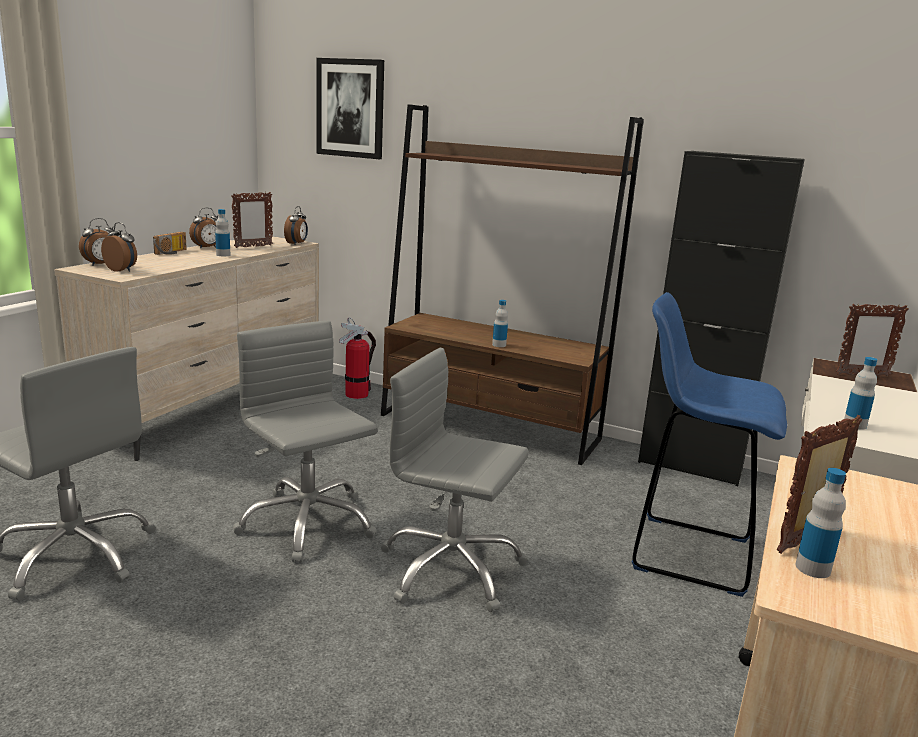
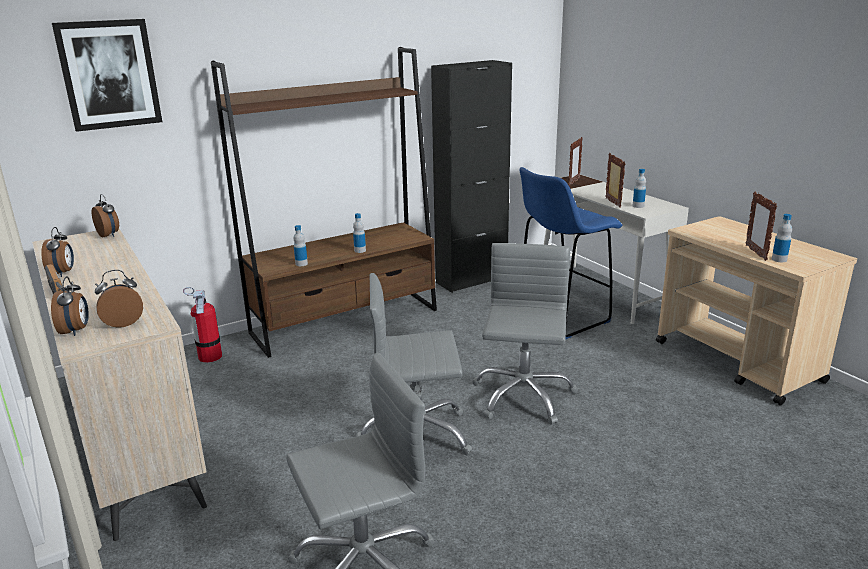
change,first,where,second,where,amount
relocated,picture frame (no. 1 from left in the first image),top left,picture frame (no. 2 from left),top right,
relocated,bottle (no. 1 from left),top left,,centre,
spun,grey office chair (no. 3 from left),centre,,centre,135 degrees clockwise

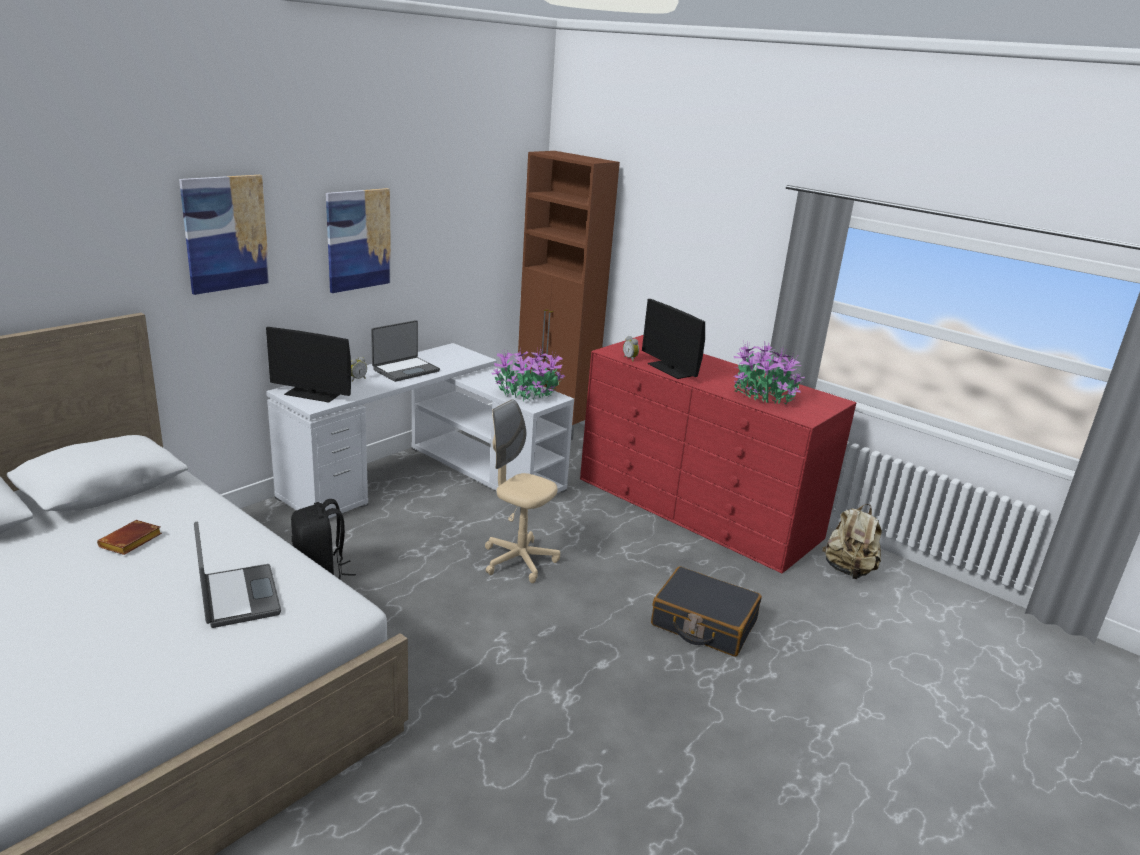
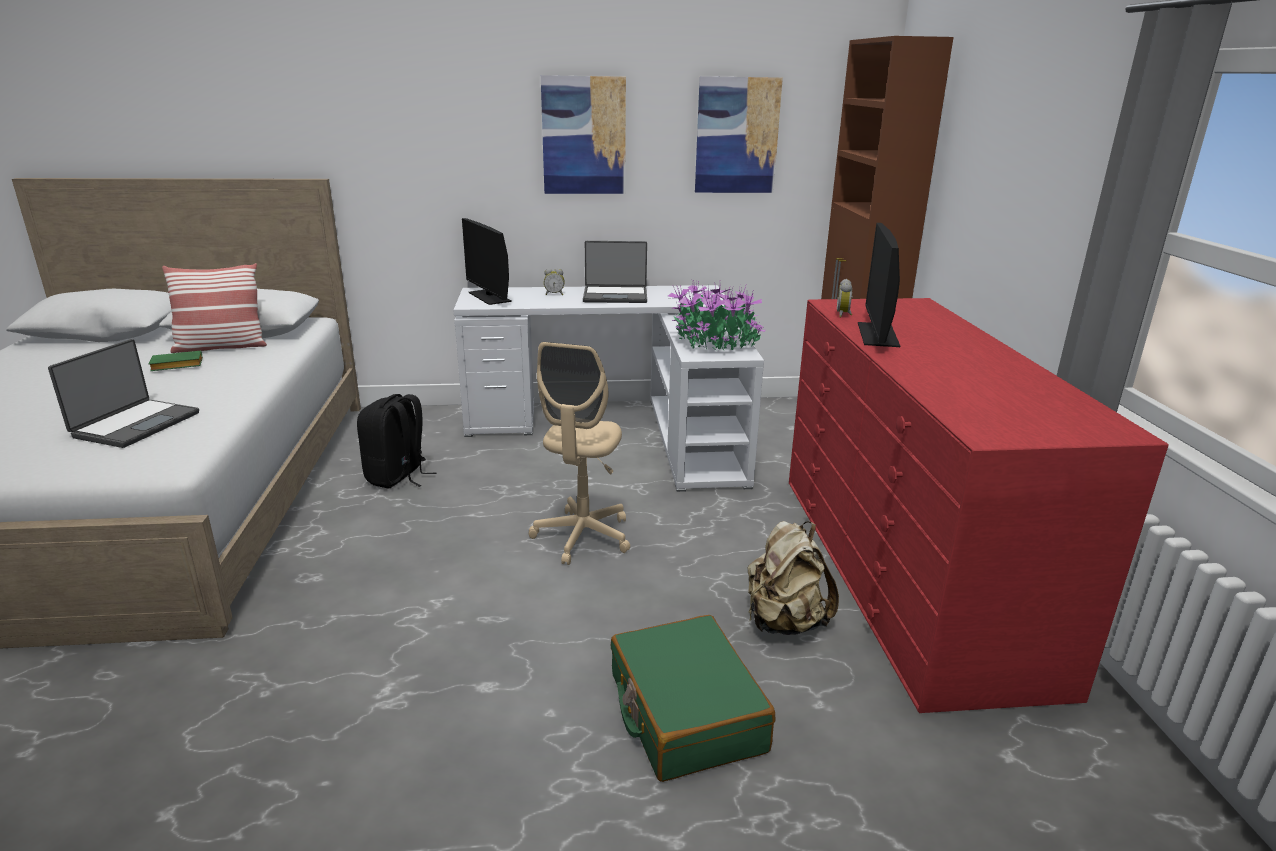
change,first,where,second,where,amount
relocated,picture (no. 1 from left in the first image),top left,picture (no. 2 from left),top centre,
missing,potted plant (no. 2 from left),middle right,,,
spun,beige office chair,centre,,centre,150 degrees counterclockwise
relocated,beige backpack,middle right,,bottom centre,
colour,brown book,middle left,green book,middle left,
colour,black suitcase,bottom centre,green suitcase,bottom centre,
appeared,,,pillow,middle left,

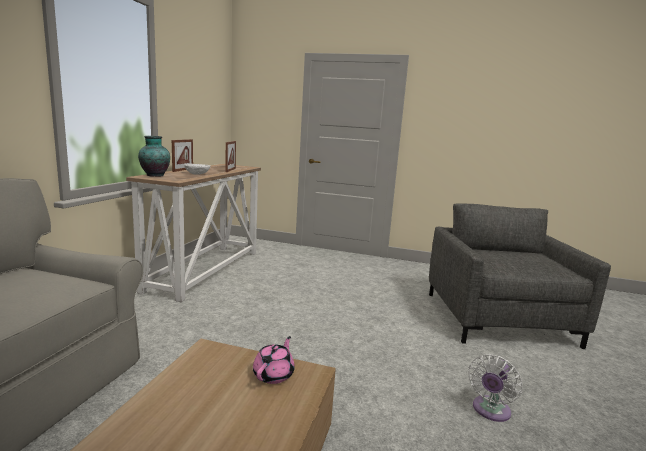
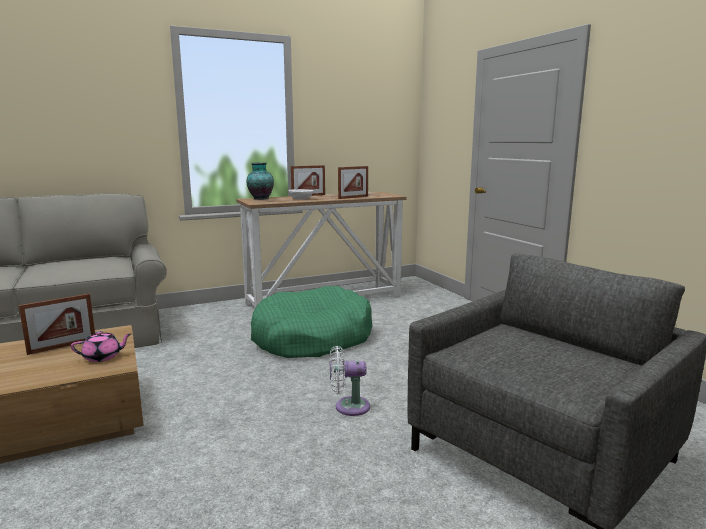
change,first,where,second,where,amount
relocated,white fan,bottom right,,bottom centre,
appeared,,,green dog bed,centre,
appeared,,,picture frame (no. 1 from left),middle left,

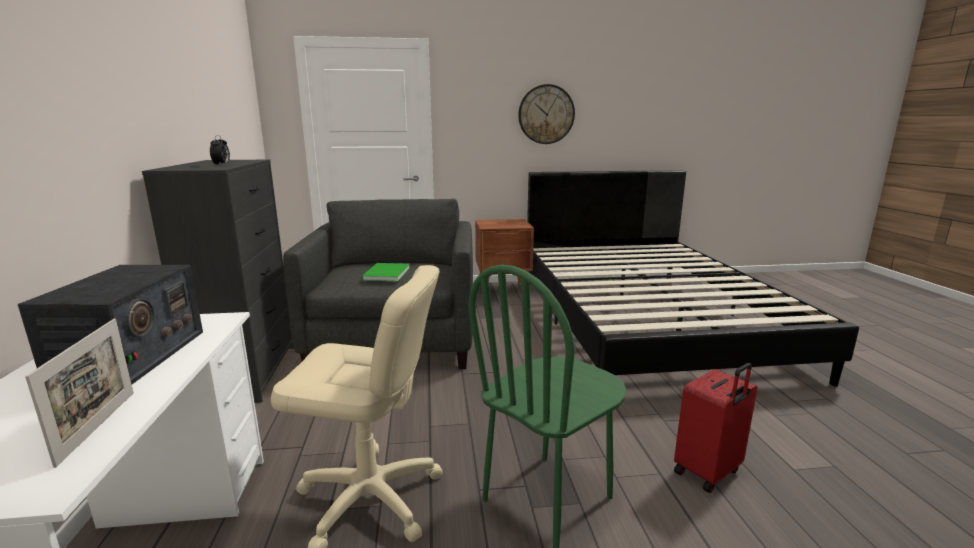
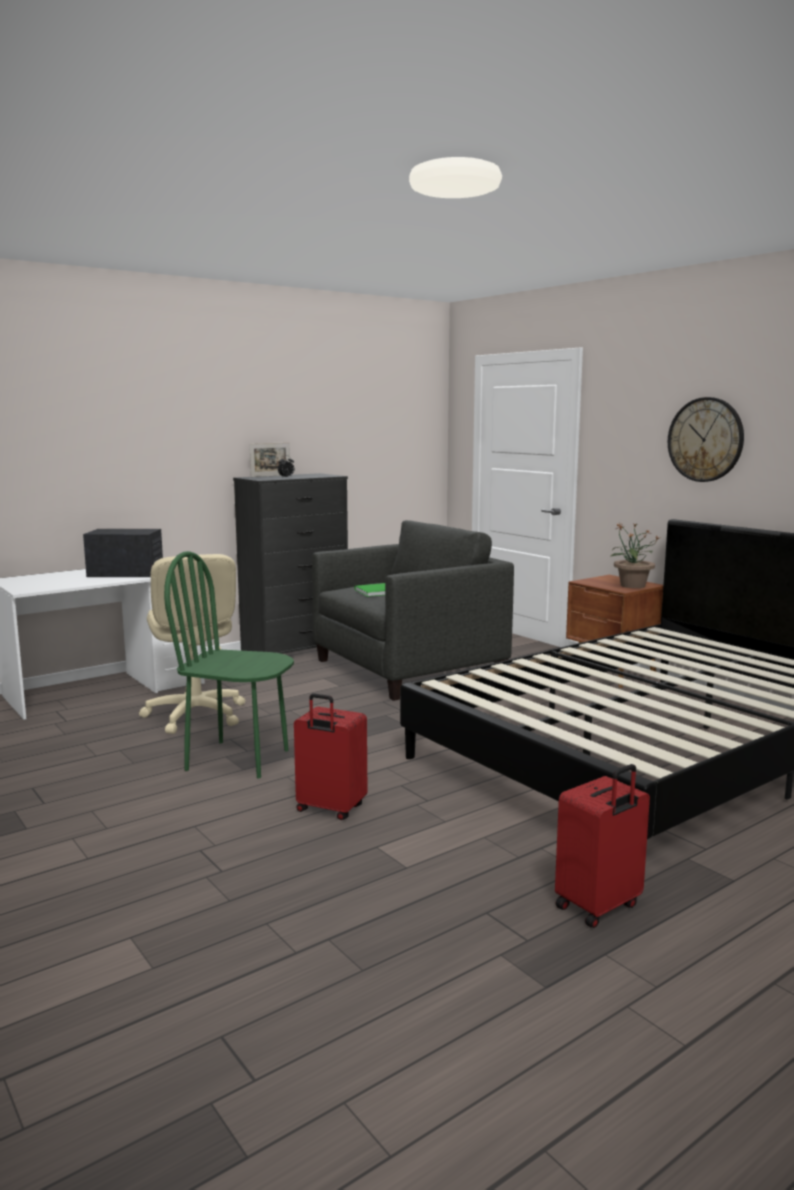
change,first,where,second,where,amount
spun,radio,middle left,,middle left,150 degrees counterclockwise
relocated,picture frame,bottom left,,centre,
appeared,,,potted plant,middle right,
appeared,,,red suitcase (no. 2 from left),bottom right,

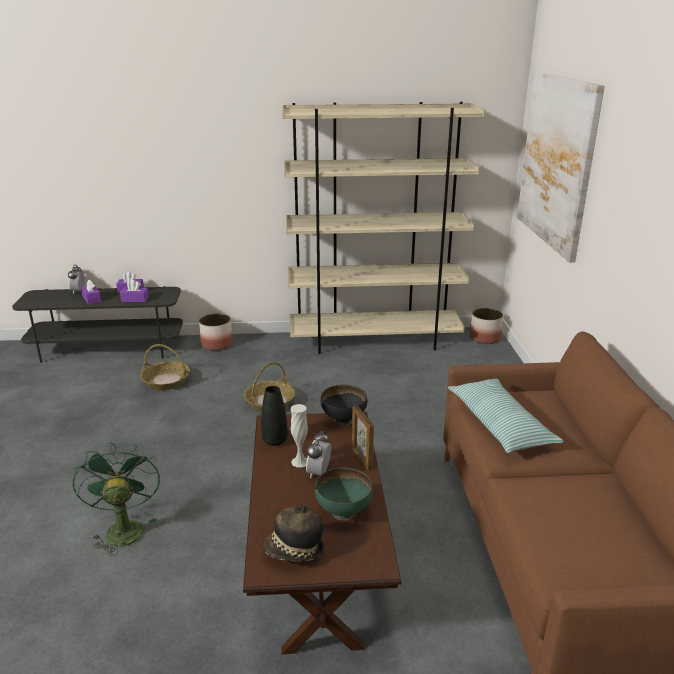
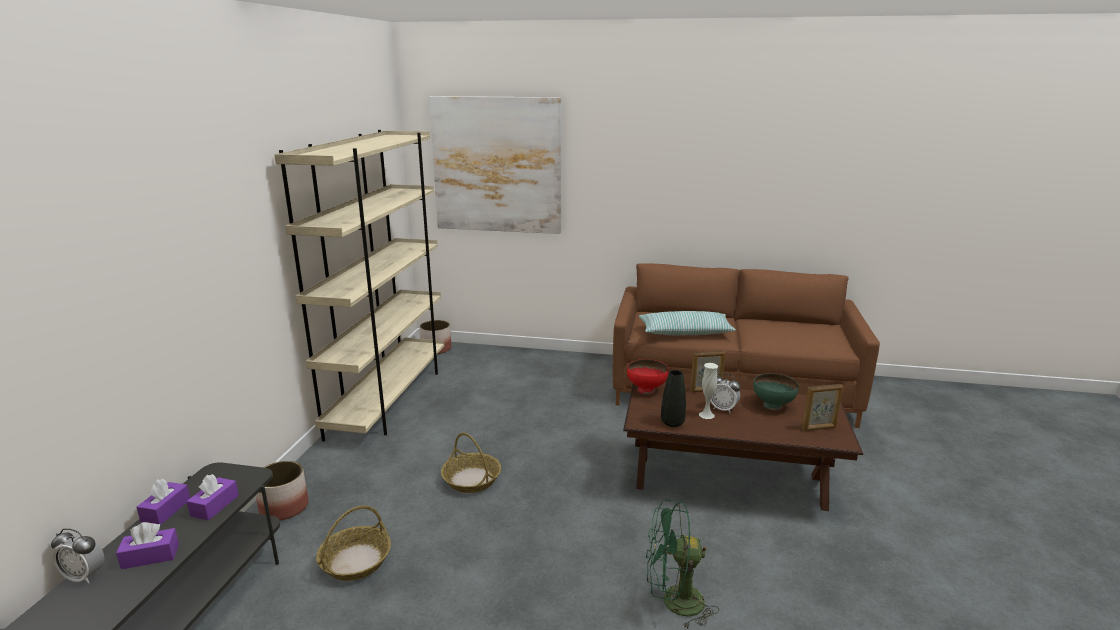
change,first,where,second,where,amount
colour,black bowl,centre,red bowl,centre,
exchanged,hat,bottom centre,picture frame (no. 2 from left),middle right,

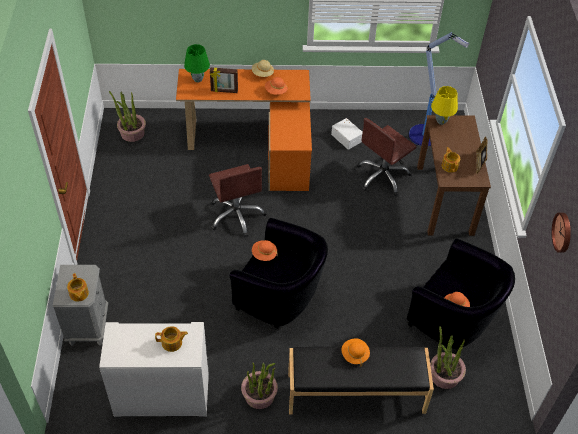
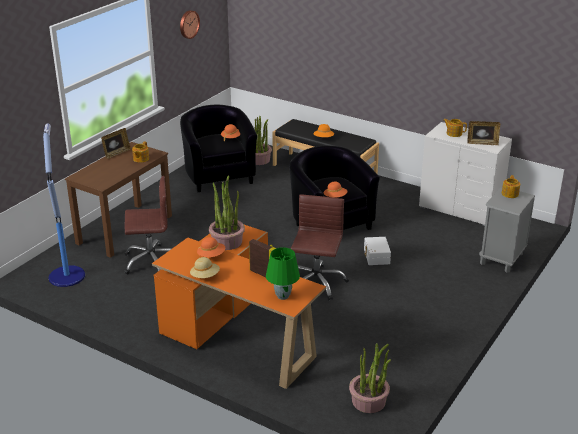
change,first,where,second,where,amount
missing,yellow table lamp,top right,,,
relocated,white storage box,top centre,,centre,
relocated,potted plant (no. 2 from left in the first image),bottom centre,potted plant (no. 1 from left),centre,
appeared,,,picture frame (no. 3 from left),top right,

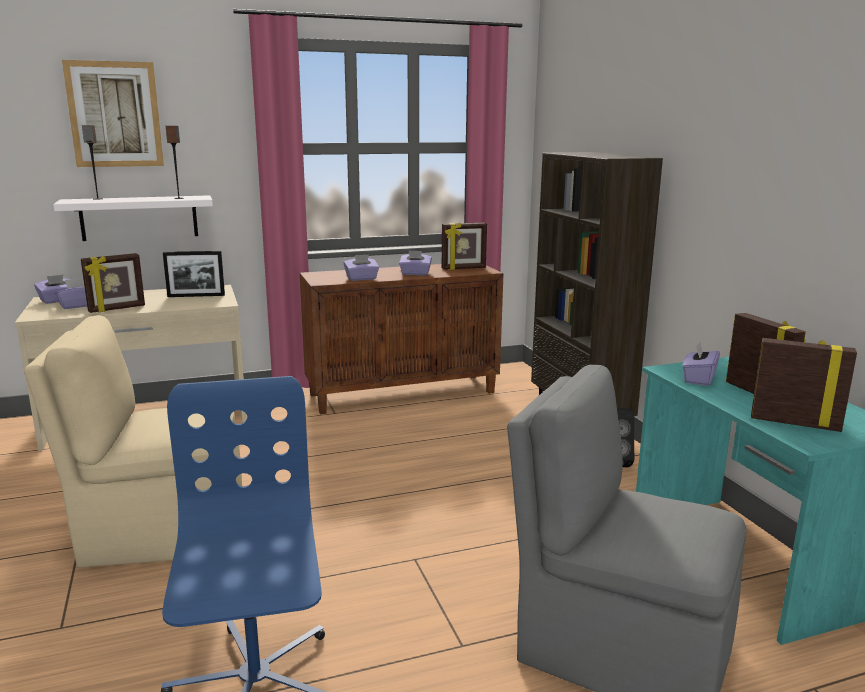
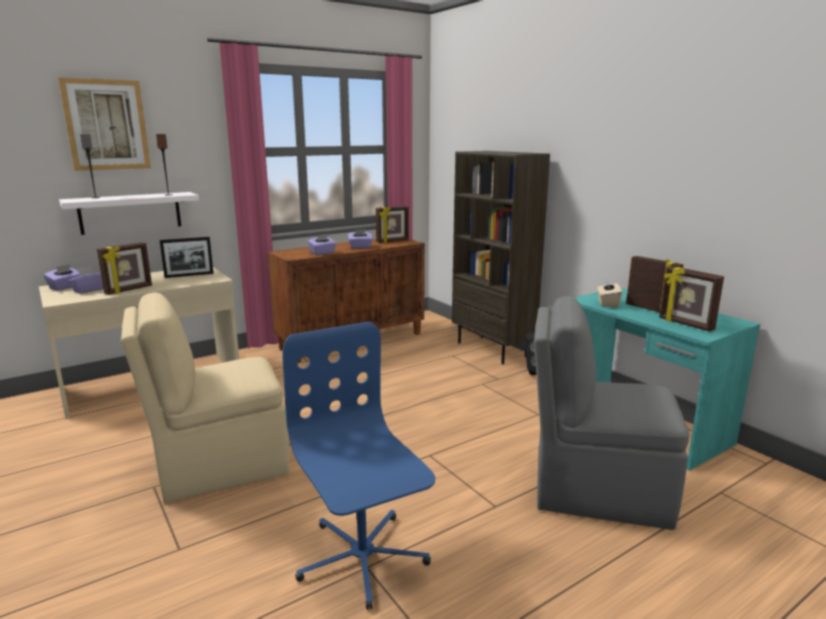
change,first,where,second,where,amount
spun,picture frame (no. 5 from left),middle right,,middle right,135 degrees counterclockwise
colour,purple tissue box (no. 5 from left),middle right,beige tissue box,middle right,

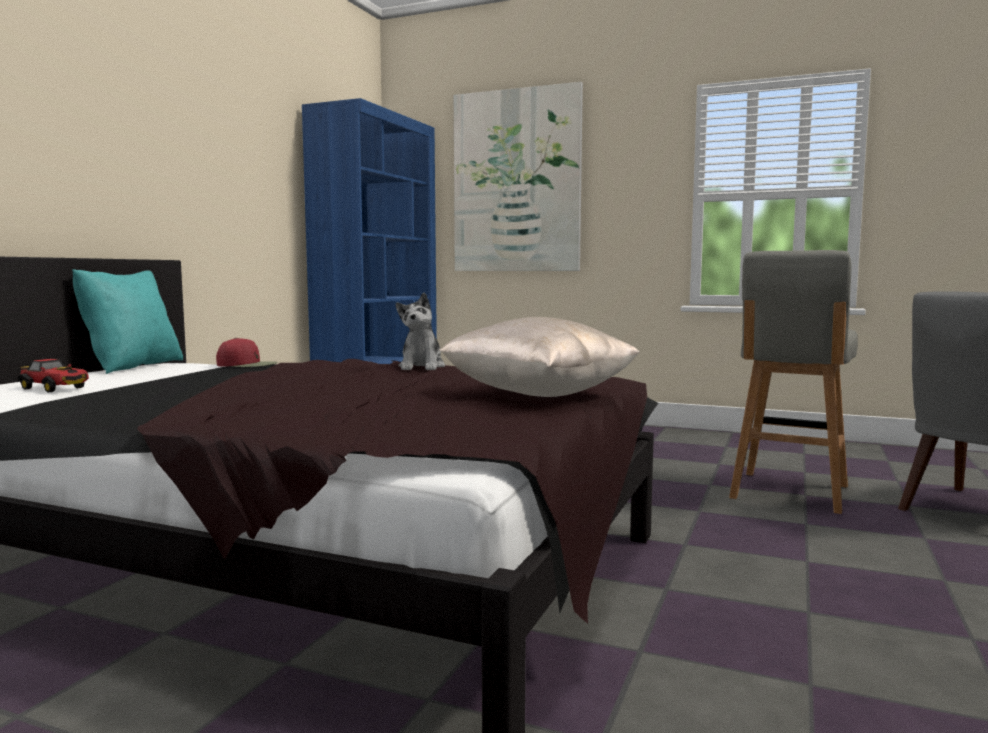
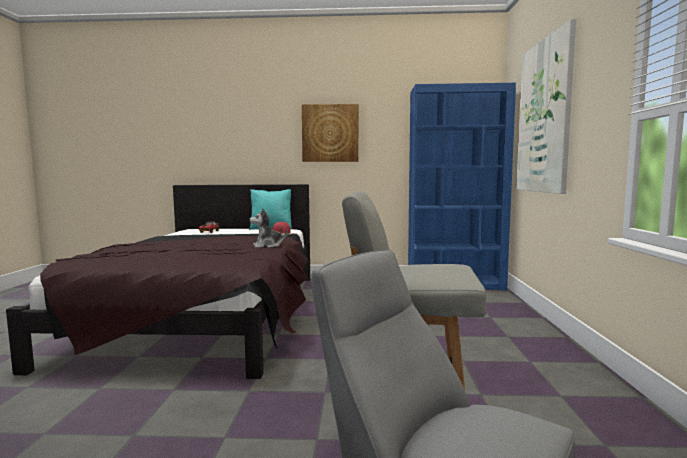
change,first,where,second,where,amount
missing,beige pillow,centre,,,
appeared,,,picture (no. 1 from left),top centre,

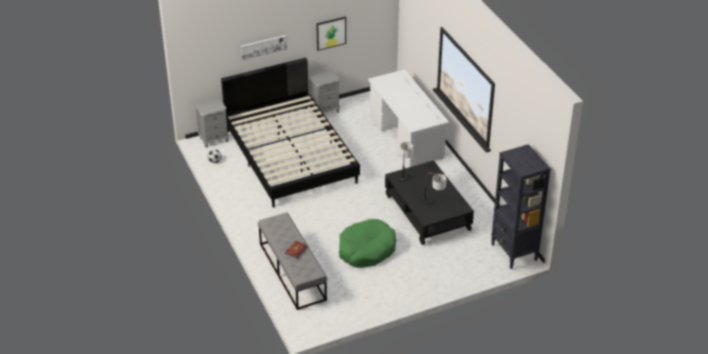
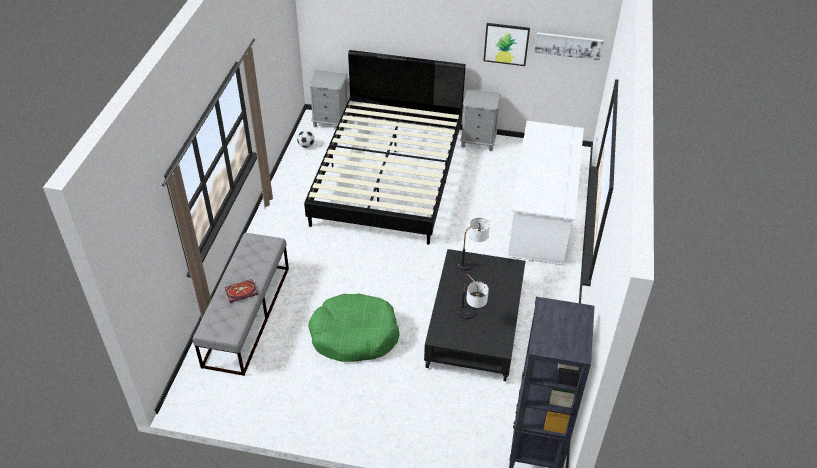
change,first,where,second,where,amount
relocated,picture (no. 1 from left in the first image),top centre,picture (no. 2 from left),top right,

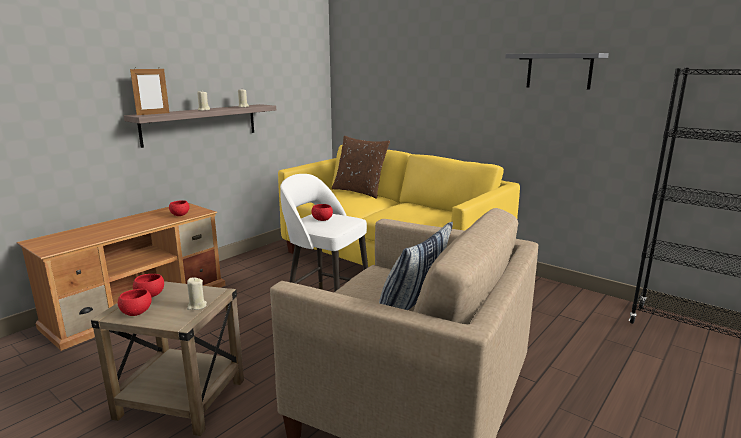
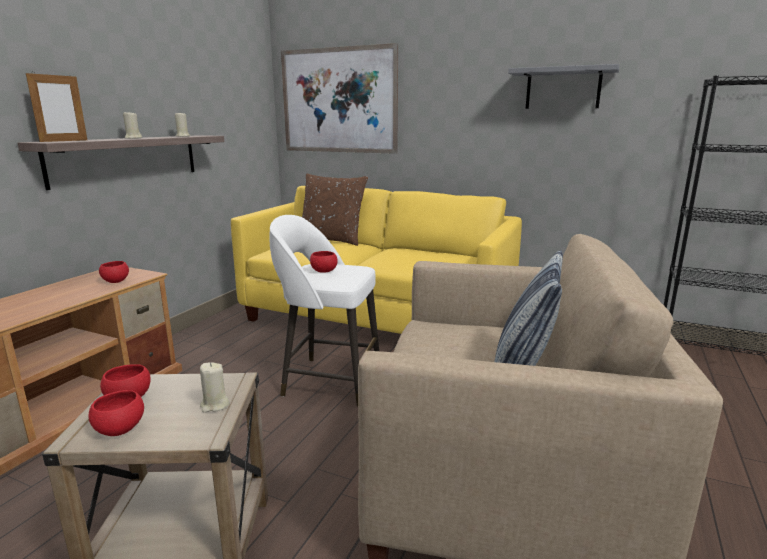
change,first,where,second,where,amount
appeared,,,picture,top centre,

